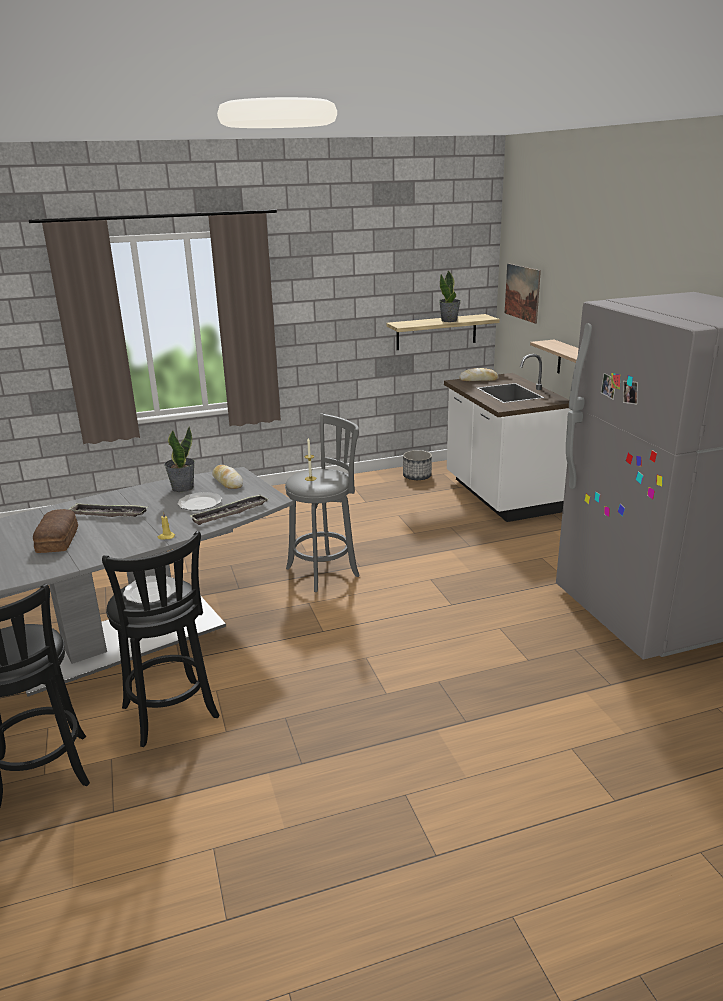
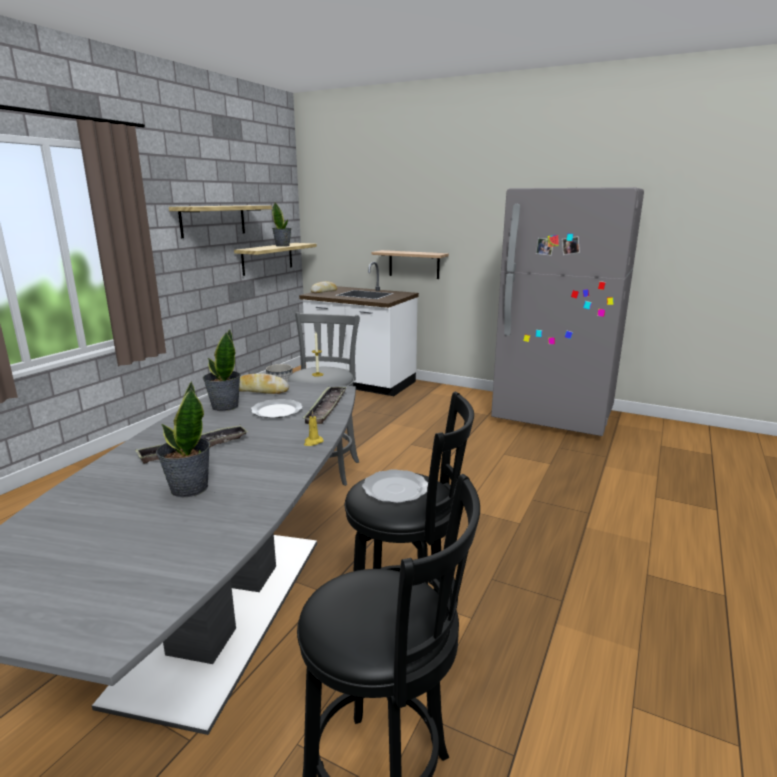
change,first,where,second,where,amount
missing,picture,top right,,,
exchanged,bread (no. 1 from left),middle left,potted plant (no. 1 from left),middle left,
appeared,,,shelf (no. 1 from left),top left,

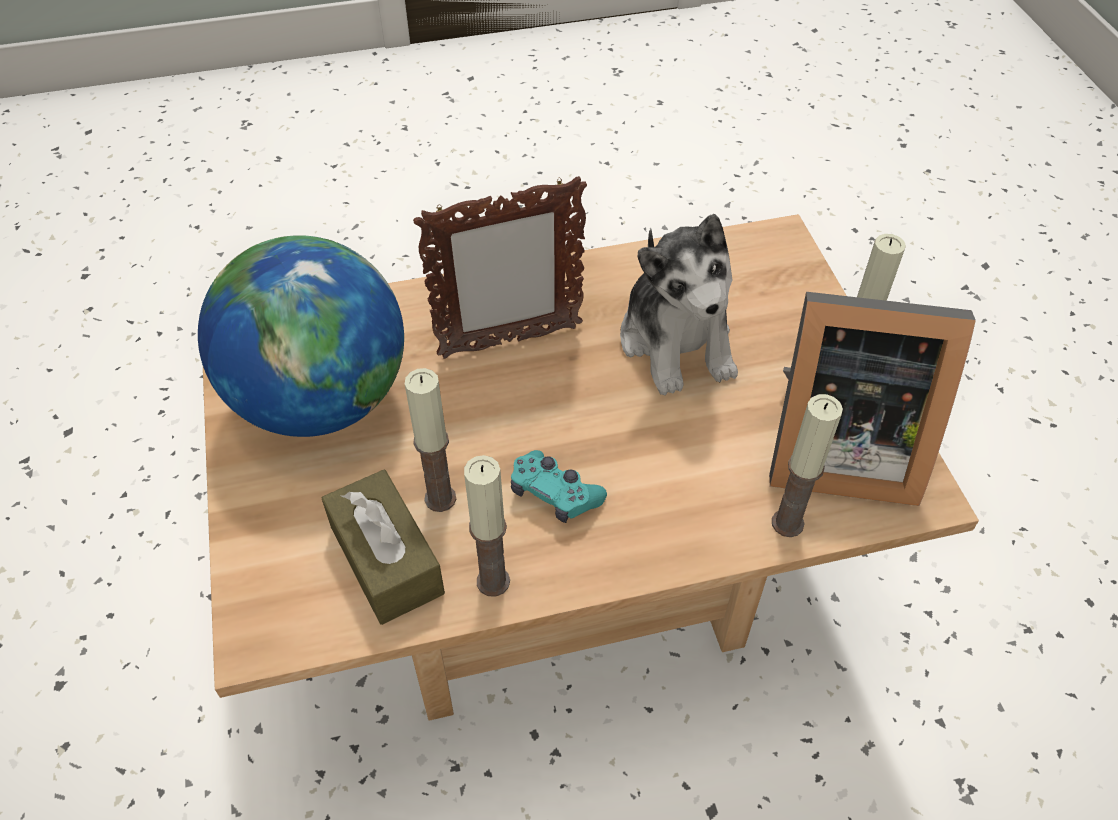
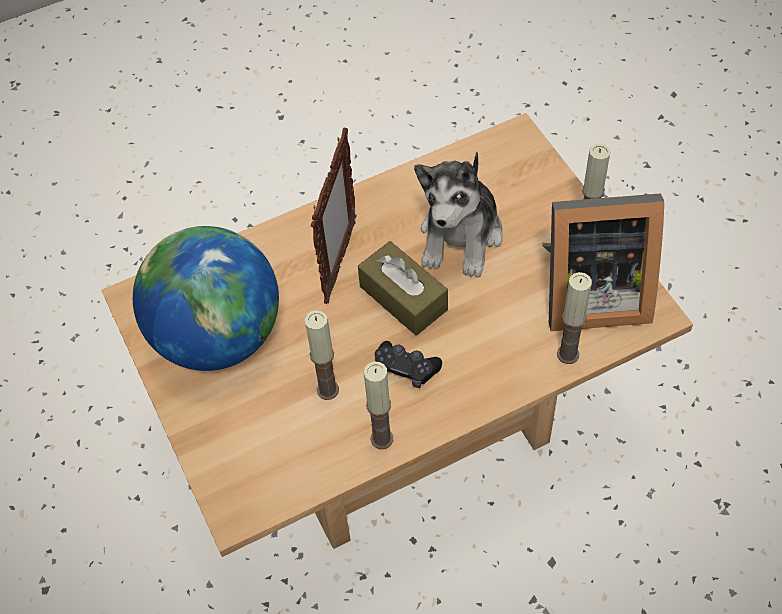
change,first,where,second,where,amount
spun,picture frame (no. 1 from left),top centre,,centre,45 degrees counterclockwise
spun,plush toy,centre,,centre,45 degrees clockwise
colour,turquoise game controller,centre,black game controller,centre,
relocated,brown tissue box,bottom centre,,centre,

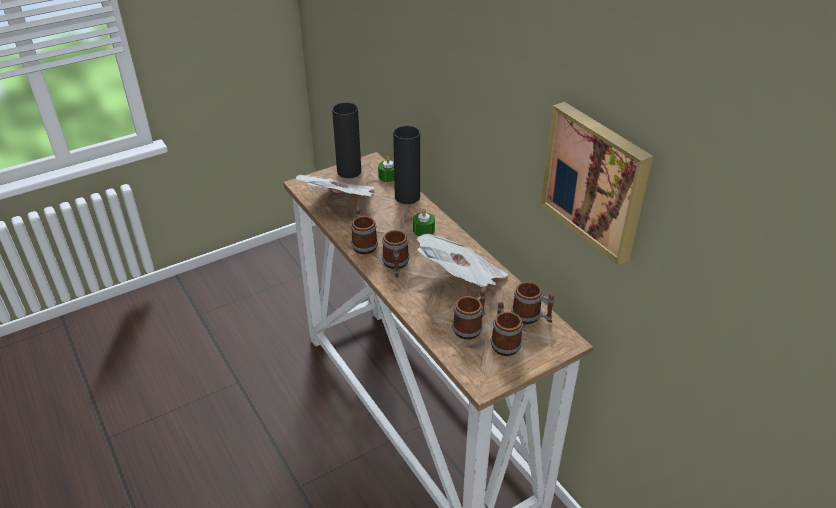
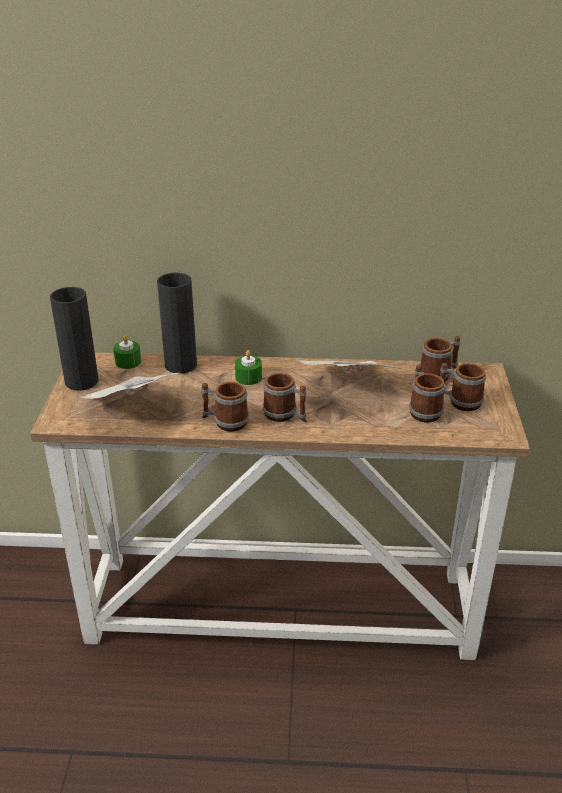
change,first,where,second,where,amount
missing,picture,middle right,,,

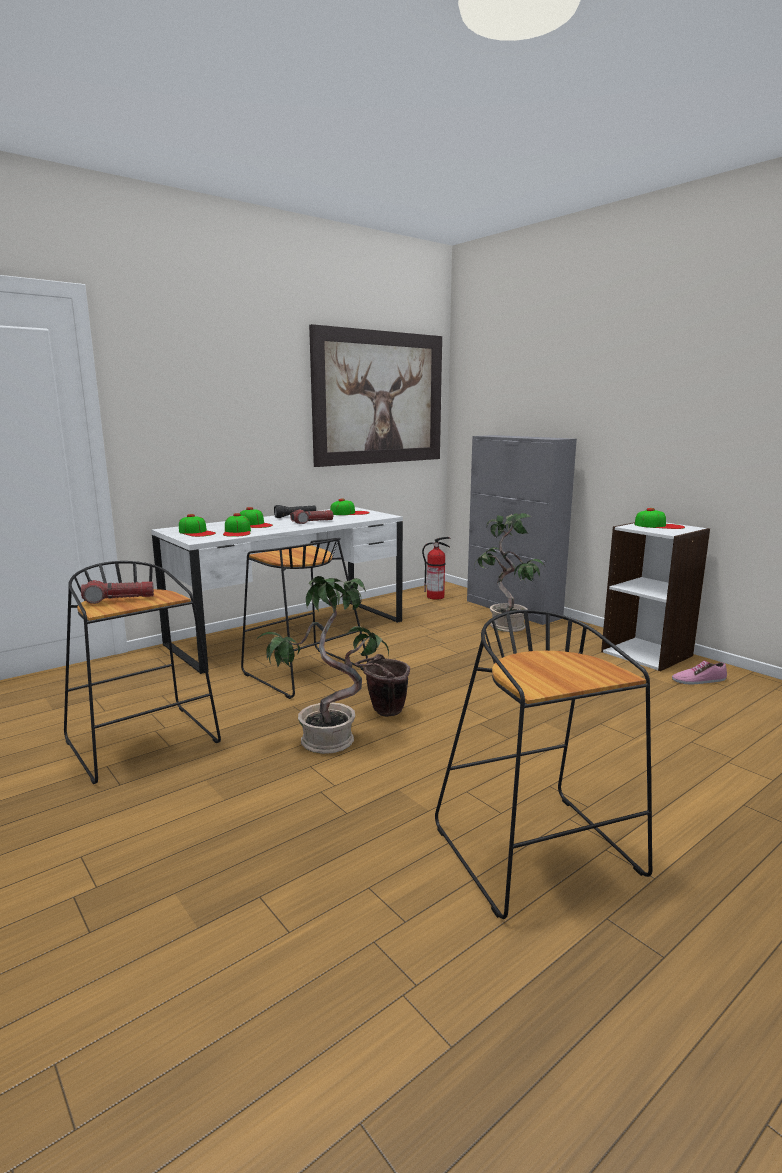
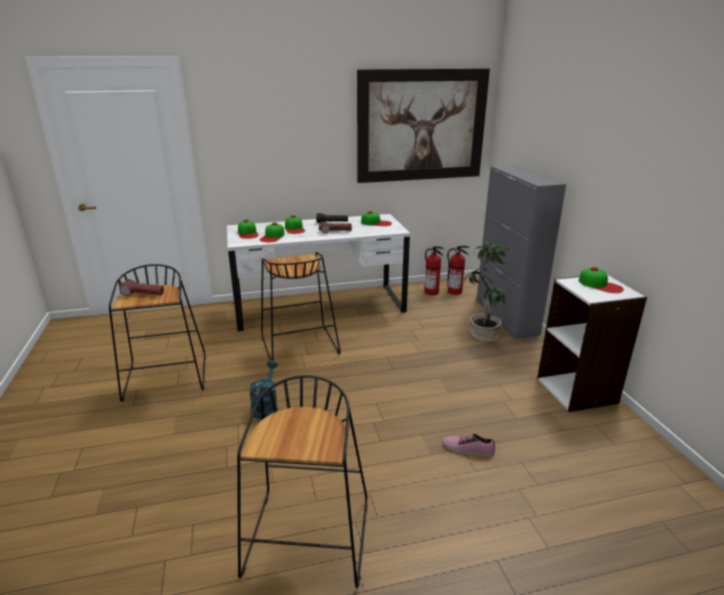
change,first,where,second,where,amount
exchanged,potted plant (no. 1 from left),centre,turquoise watering can,centre,
missing,brown bucket,centre,,,
relocated,shoe,middle right,,bottom centre,
appeared,,,fire extinguisher (no. 1 from left),centre,

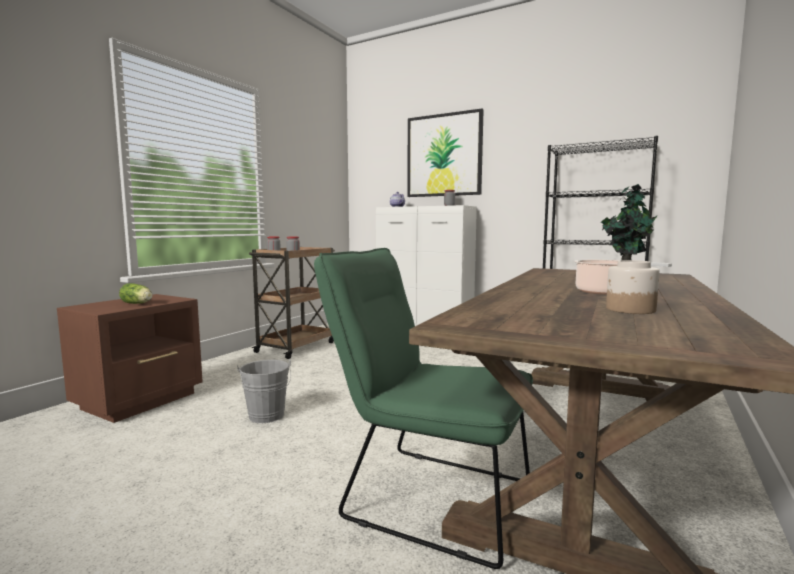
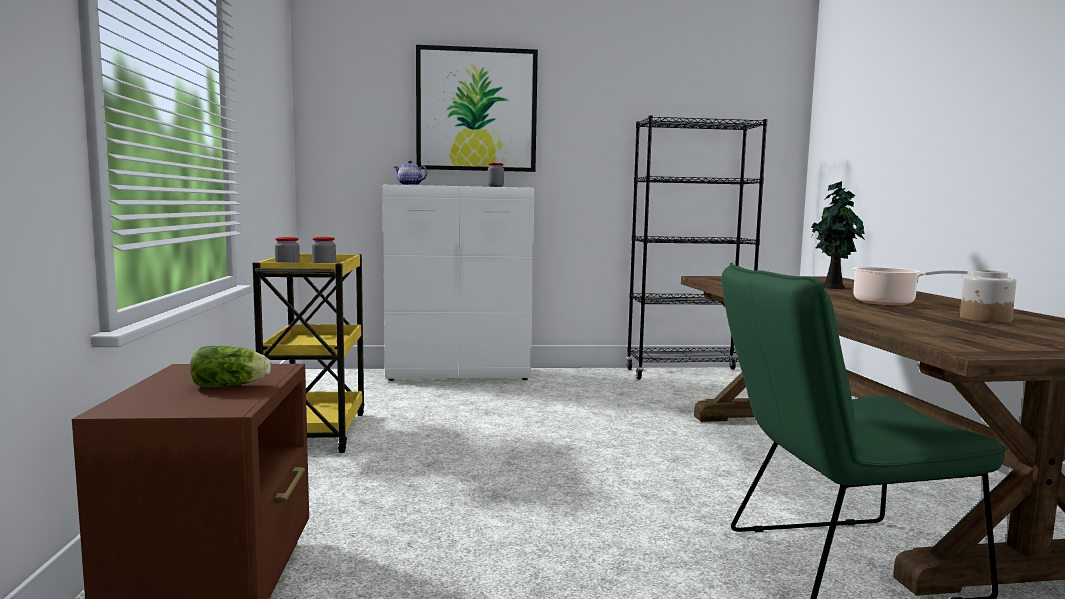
change,first,where,second,where,amount
colour,brown cart,centre,yellow cart,middle left,
missing,grey bucket,bottom left,,,

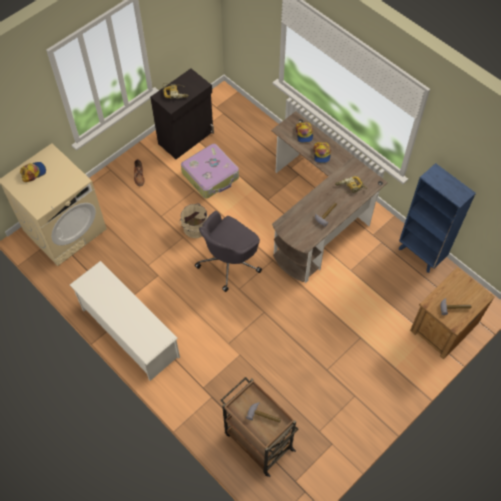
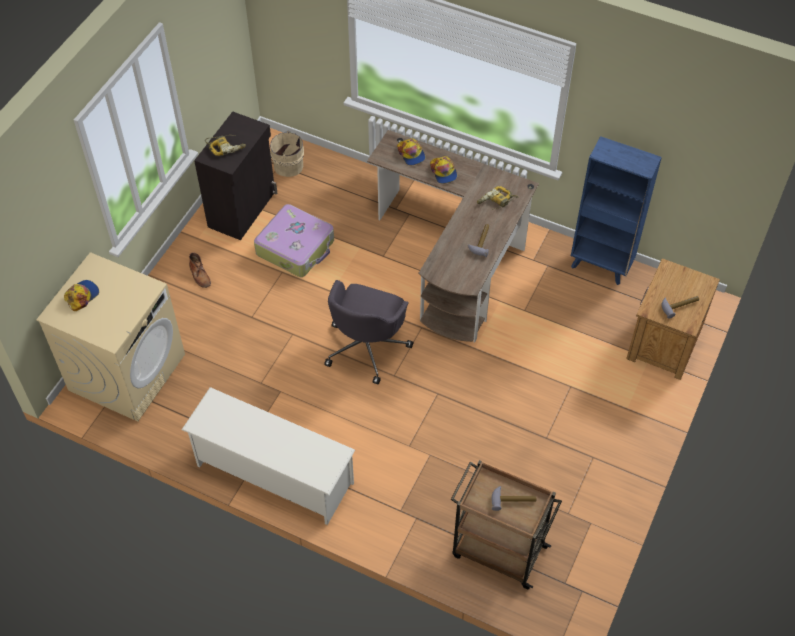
change,first,where,second,where,amount
relocated,beige bucket,centre,,top centre,

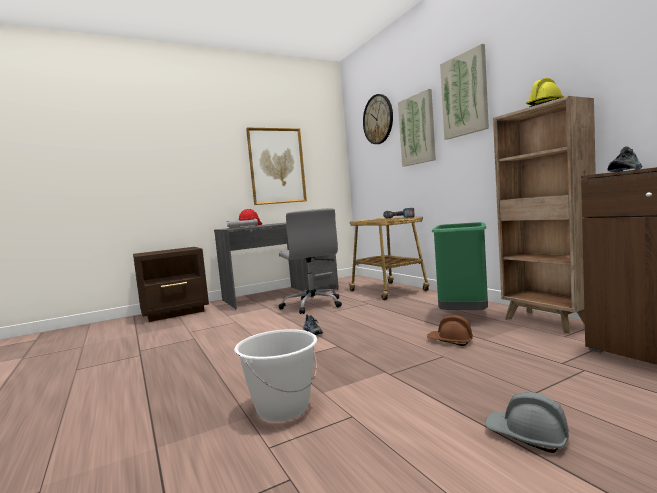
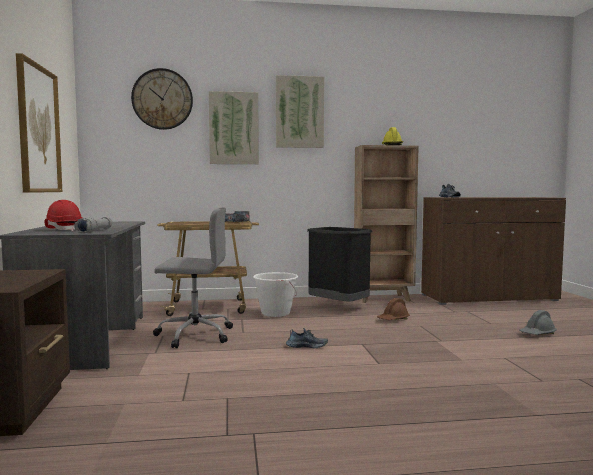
change,first,where,second,where,amount
colour,green trash can,middle right,black trash can,centre,
relocated,white bucket,bottom centre,,centre,

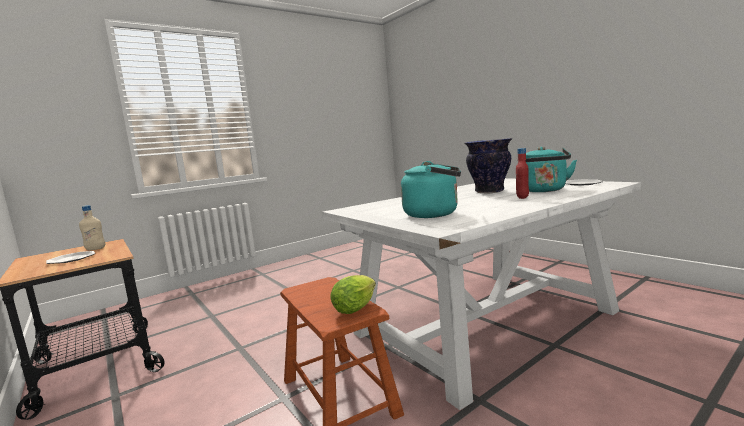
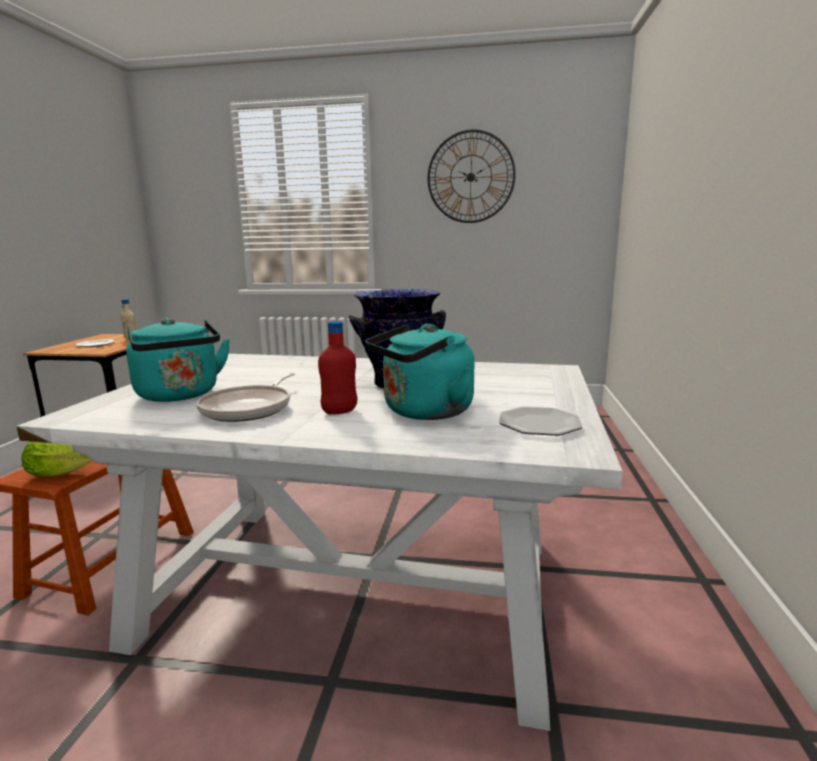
change,first,where,second,where,amount
appeared,,,wall clock,top centre,
appeared,,,frying pan,middle left,

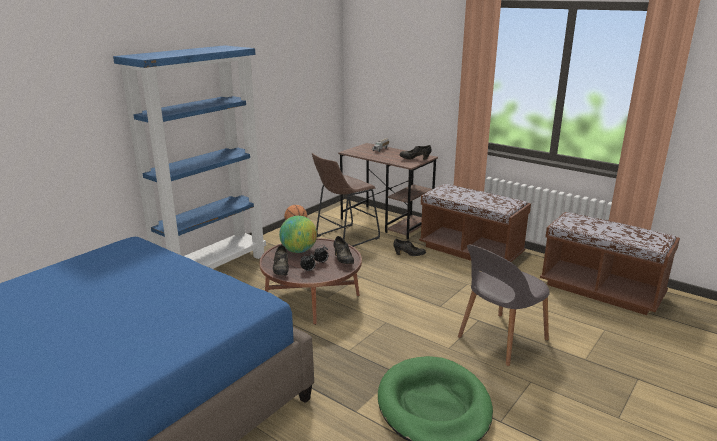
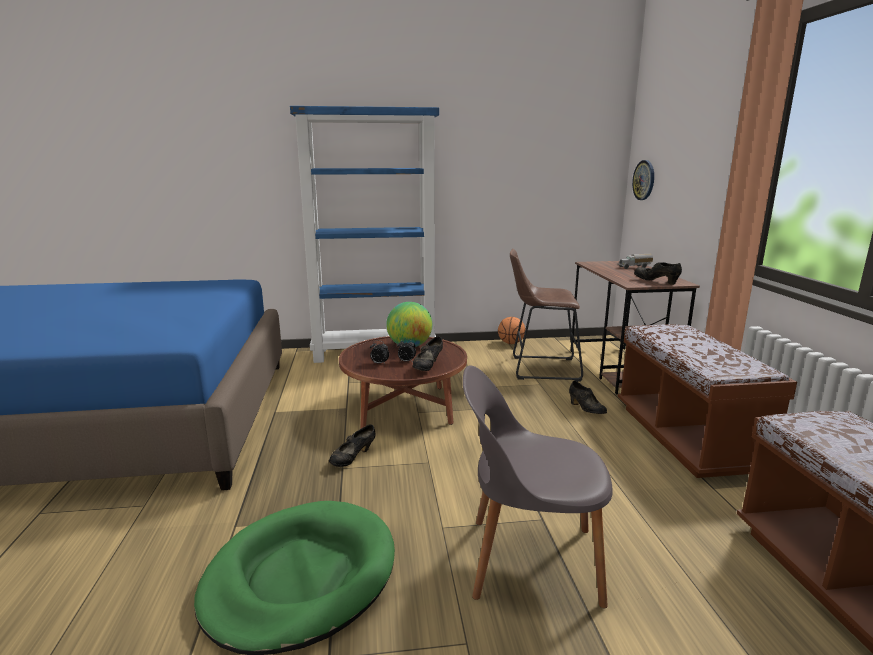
change,first,where,second,where,amount
relocated,black shoe (no. 1 from left),centre,,bottom centre,
appeared,,,wall clock,top right,

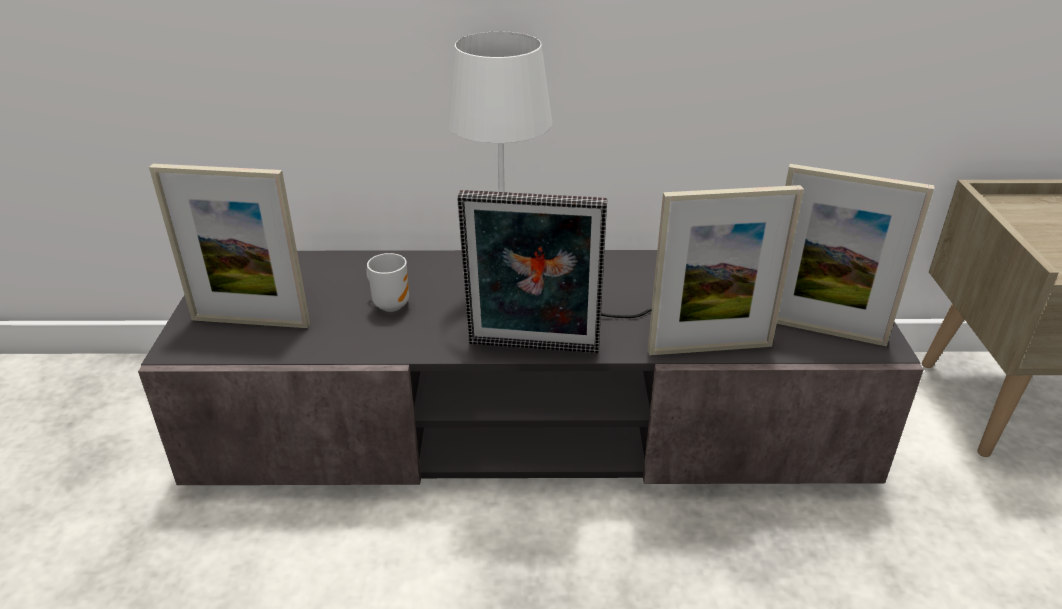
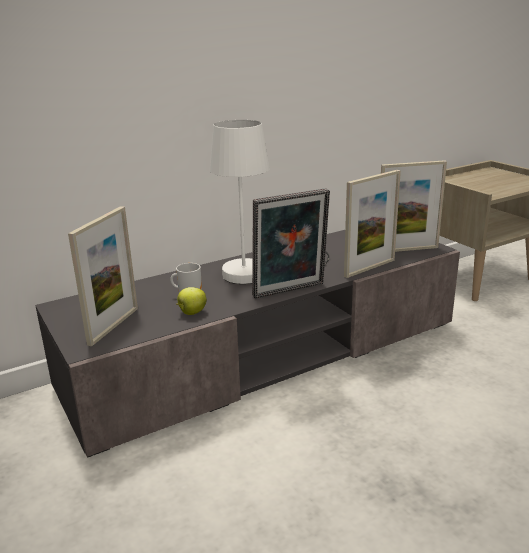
change,first,where,second,where,amount
spun,picture frame (no. 1 from left),middle left,,middle left,45 degrees counterclockwise
appeared,,,apple,centre,

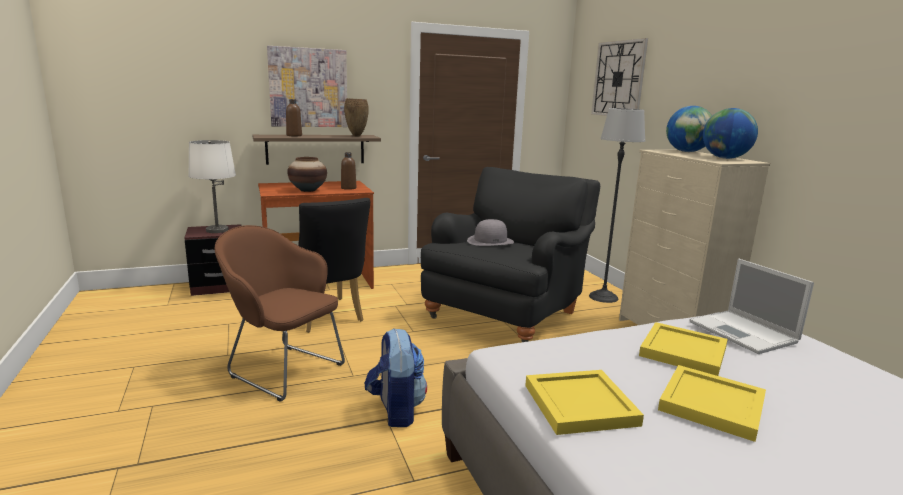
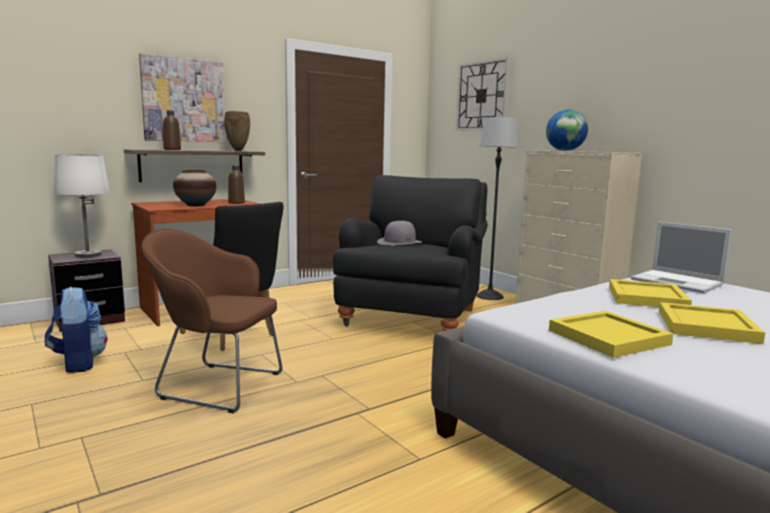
change,first,where,second,where,amount
missing,globe (no. 2 from left),top right,,,
relocated,backpack,bottom centre,,middle left,

